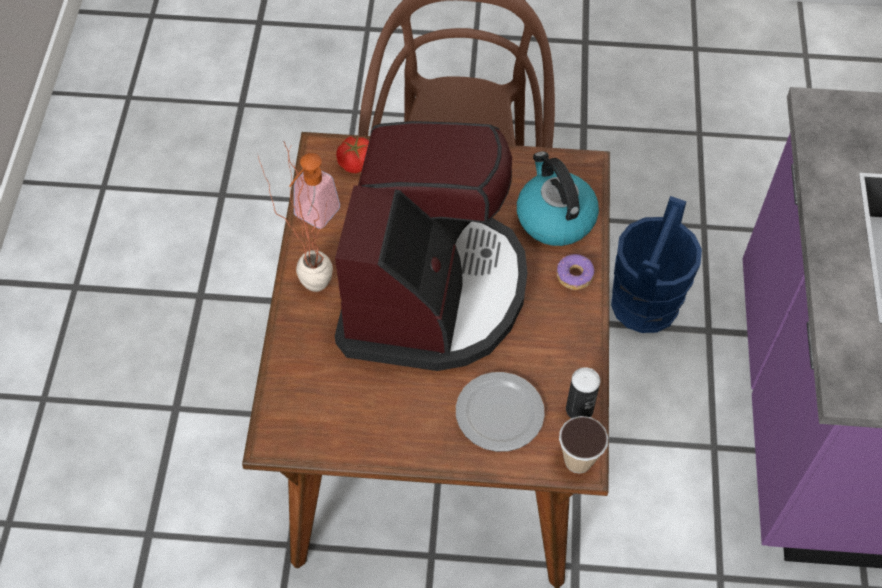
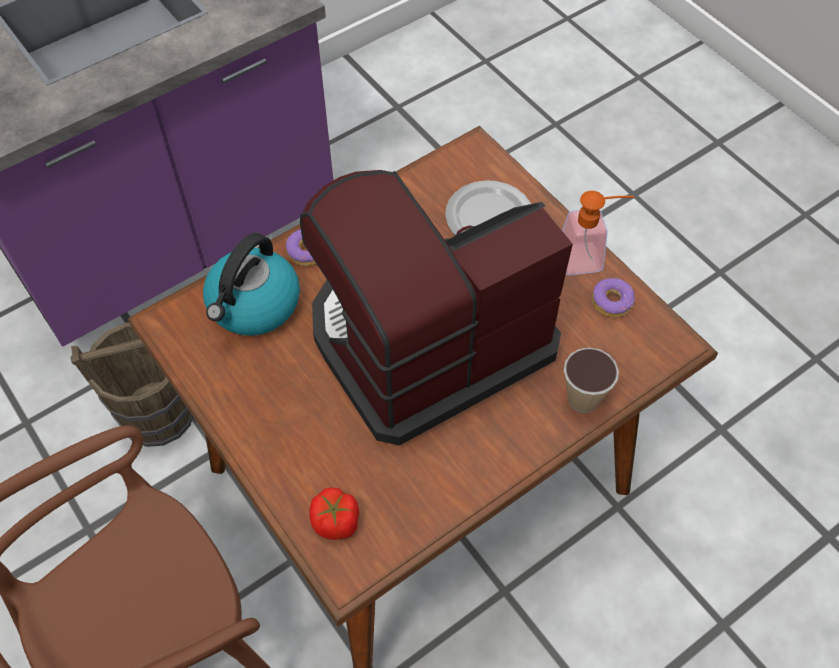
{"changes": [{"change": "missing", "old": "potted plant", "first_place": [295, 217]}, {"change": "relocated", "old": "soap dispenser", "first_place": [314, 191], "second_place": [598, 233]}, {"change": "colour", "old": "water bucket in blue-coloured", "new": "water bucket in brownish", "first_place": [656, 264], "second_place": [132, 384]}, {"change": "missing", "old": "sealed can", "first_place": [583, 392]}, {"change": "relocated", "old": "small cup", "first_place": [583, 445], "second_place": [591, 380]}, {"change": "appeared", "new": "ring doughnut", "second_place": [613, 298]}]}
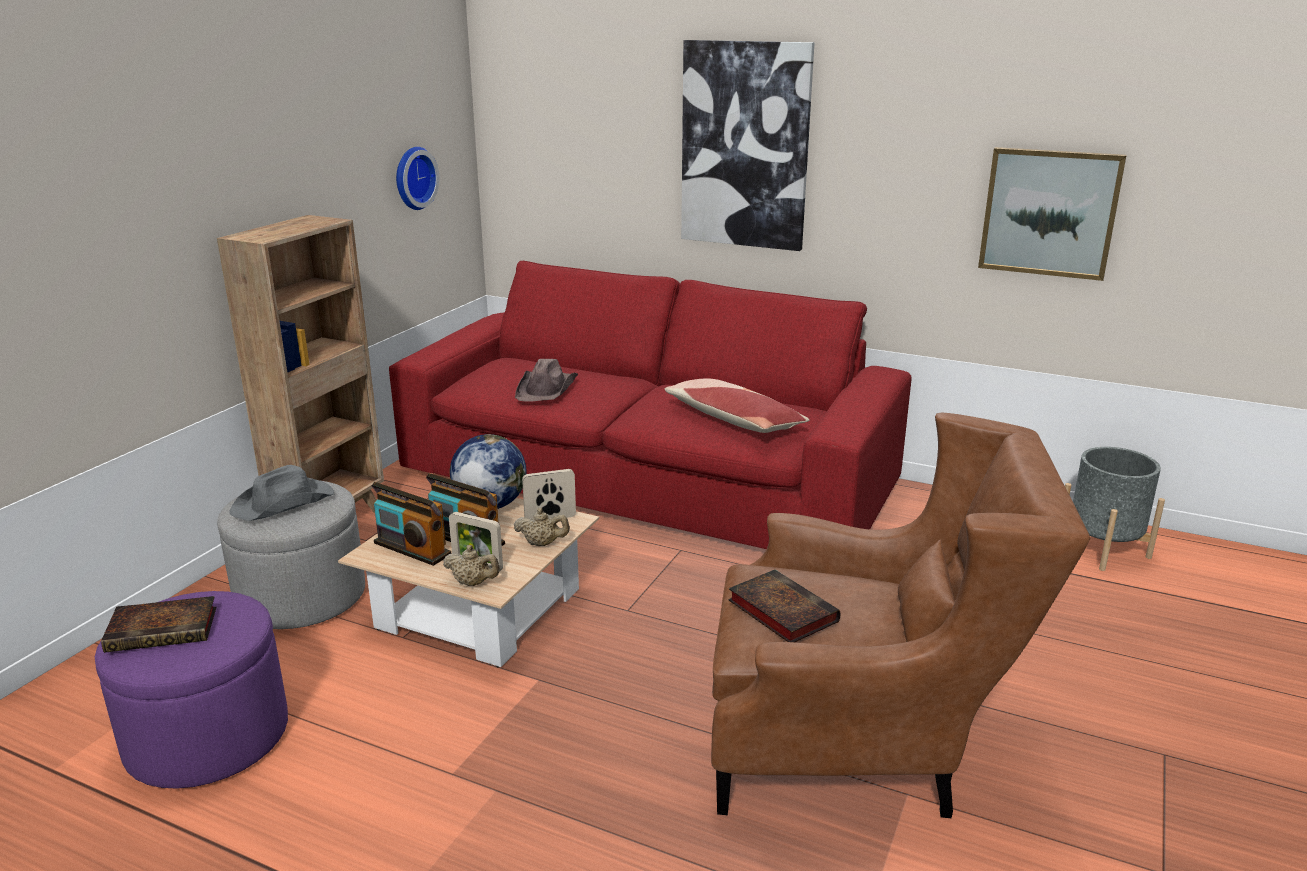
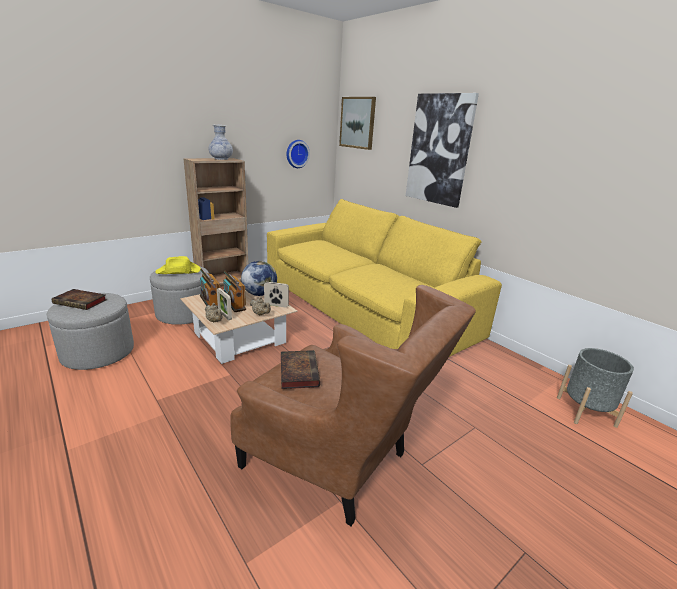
{"changes": [{"change": "relocated", "old": "wall picture", "first_place": [1052, 214], "second_place": [357, 123]}, {"change": "colour", "old": "sofa in red-coloured", "new": "sofa in yellowish", "first_place": [650, 405], "second_place": [384, 278]}, {"change": "missing", "old": "hat in brownish", "first_place": [546, 380]}, {"change": "missing", "old": "pillow", "first_place": [737, 405]}, {"change": "colour", "old": "hat in greyish", "new": "hat in yellowish", "first_place": [282, 493], "second_place": [178, 265]}, {"change": "colour", "old": "pouffe in purplish", "new": "pouffe in greyish", "first_place": [191, 690], "second_place": [90, 331]}, {"change": "appeared", "new": "vase", "second_place": [221, 142]}]}
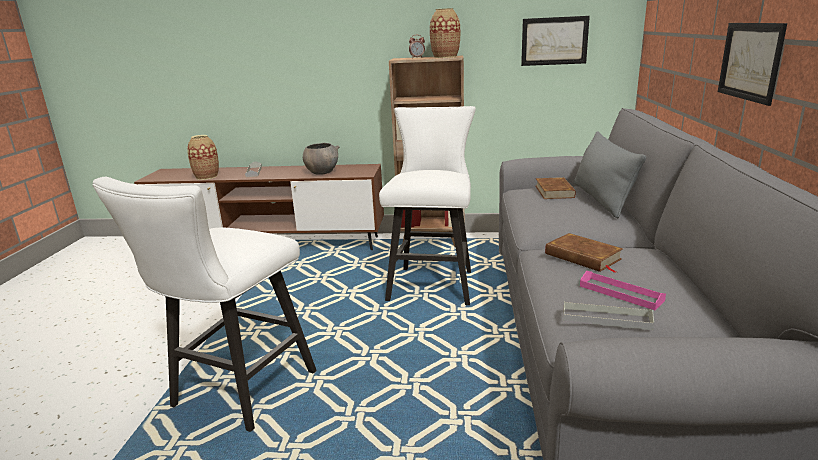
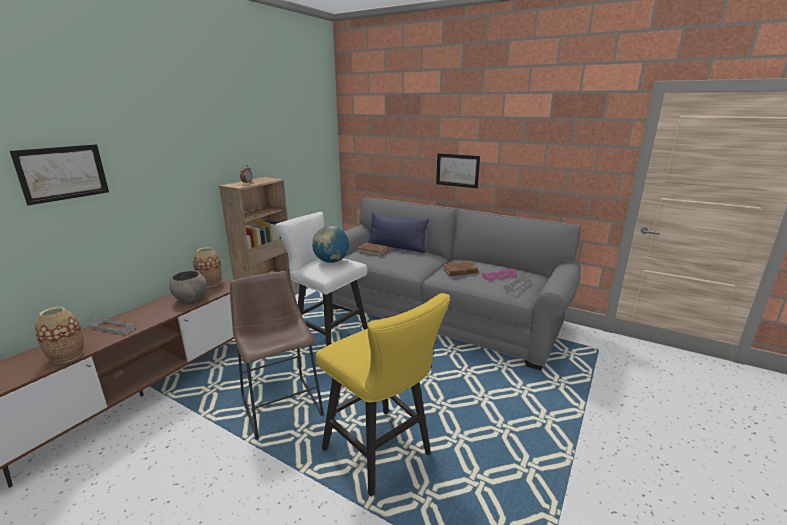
{"changes": [{"change": "relocated", "old": "vase", "first_place": [445, 33], "second_place": [207, 267]}, {"change": "relocated", "old": "wall picture", "first_place": [555, 41], "second_place": [59, 175]}, {"change": "colour", "old": "pillow in greyish", "new": "pillow in blue-coloured", "first_place": [610, 174], "second_place": [398, 233]}, {"change": "colour", "old": "stool in white", "new": "stool in yellowish", "first_place": [205, 304], "second_place": [382, 395]}, {"change": "appeared", "new": "desk globe", "second_place": [330, 244]}, {"change": "appeared", "new": "stool in brownish", "second_place": [277, 355]}]}
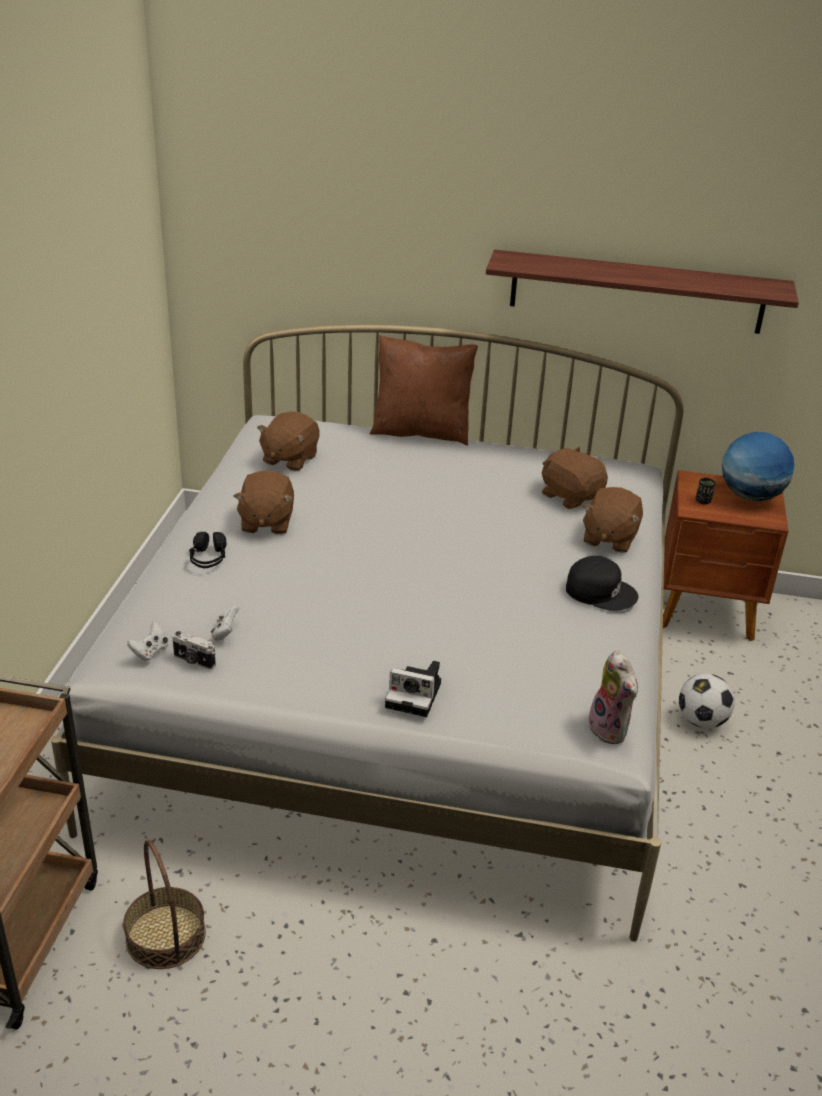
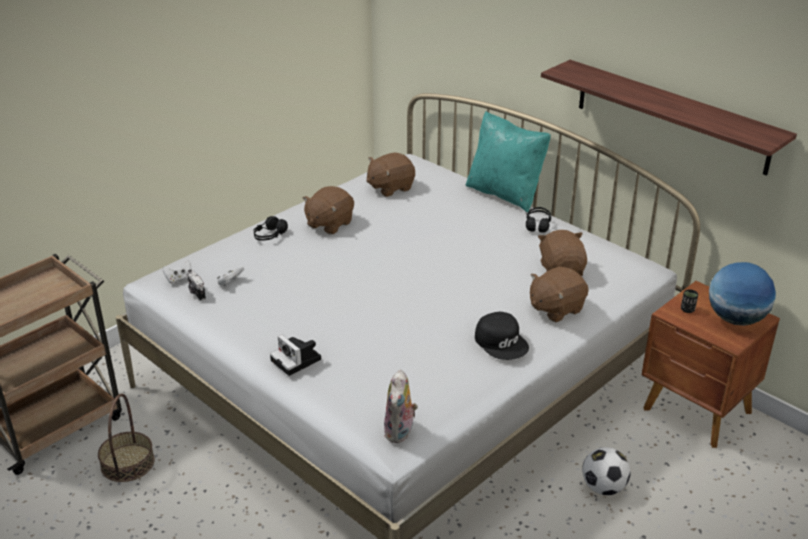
{"changes": [{"change": "colour", "old": "pillow in brownish", "new": "pillow in blue-green", "first_place": [424, 390], "second_place": [508, 162]}, {"change": "appeared", "new": "pair of headphones in black-coloured", "second_place": [538, 220]}]}
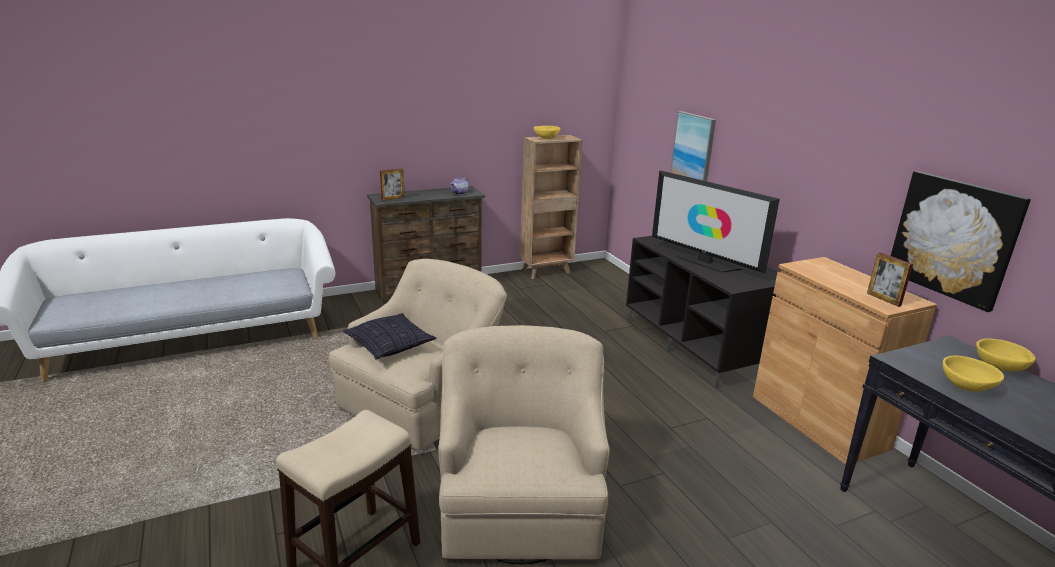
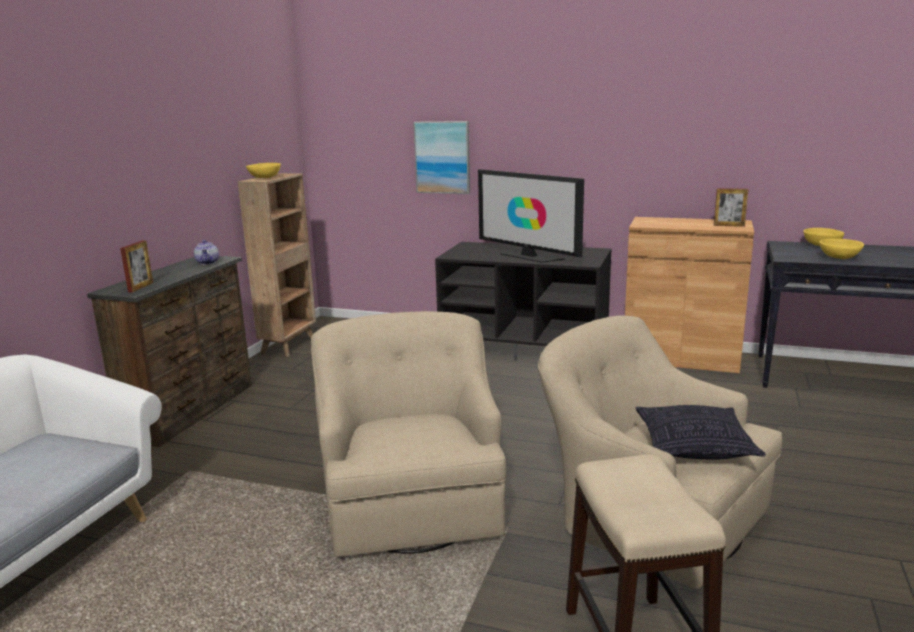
{"changes": [{"change": "spun", "old": "TV", "first_place": [716, 221], "second_place": [531, 216], "degrees": 45}, {"change": "missing", "old": "wall picture", "first_place": [961, 241]}, {"change": "relocated", "old": "pillow", "first_place": [389, 336], "second_place": [701, 432]}]}
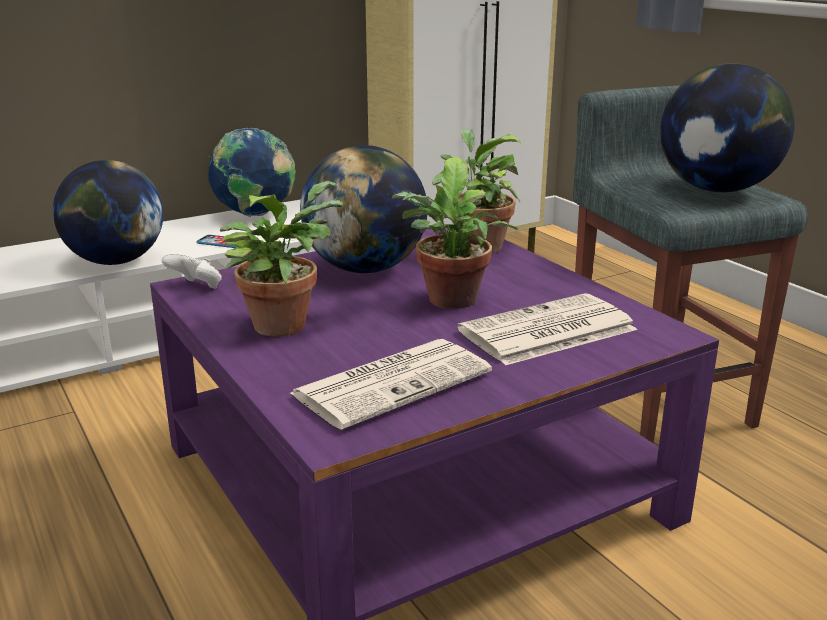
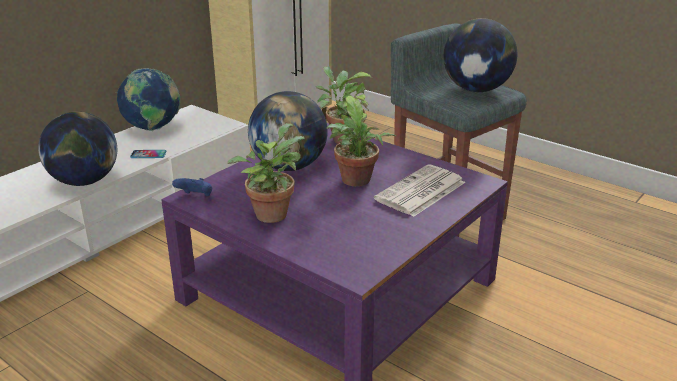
{"changes": [{"change": "colour", "old": "gamepad in white", "new": "gamepad in blue-coloured", "first_place": [192, 271], "second_place": [192, 187]}, {"change": "missing", "old": "daily paper", "first_place": [391, 384]}]}
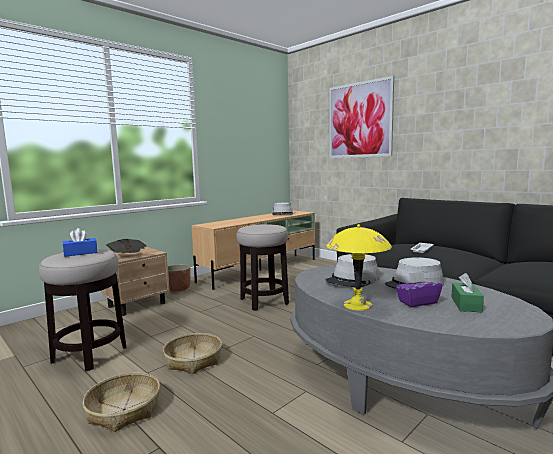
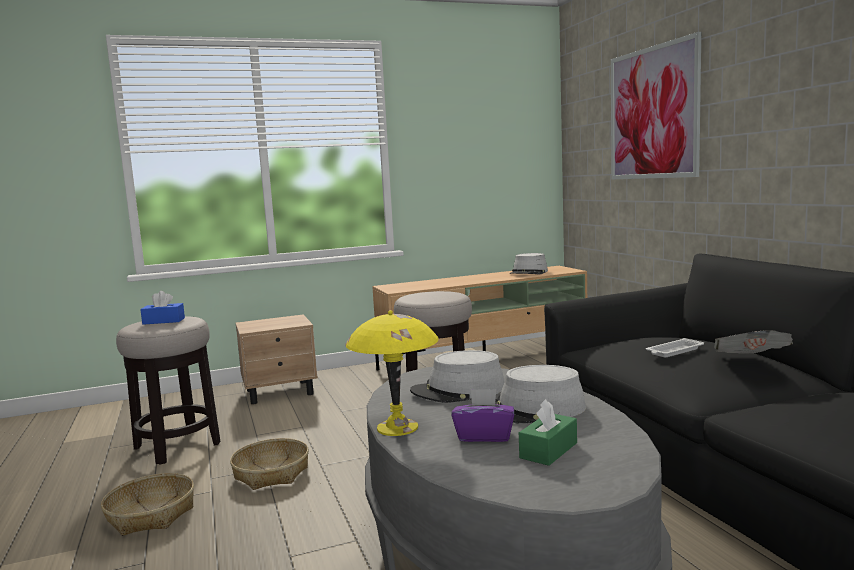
{"changes": [{"change": "relocated", "old": "daily paper", "first_place": [126, 246], "second_place": [753, 342]}, {"change": "missing", "old": "flower pot", "first_place": [179, 278]}]}
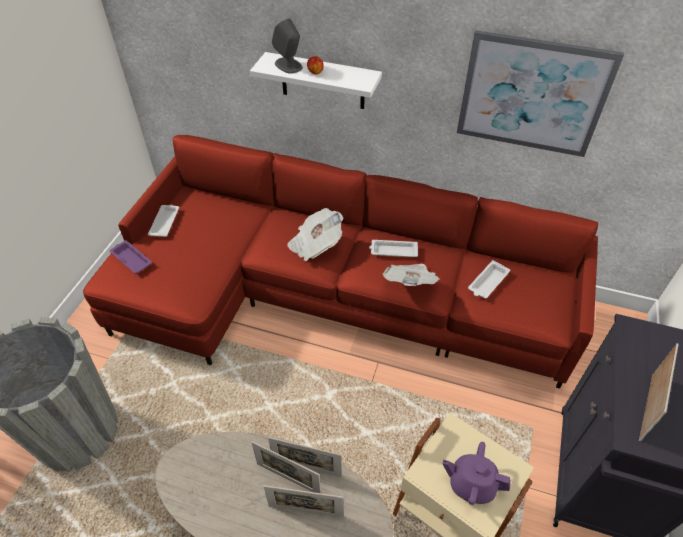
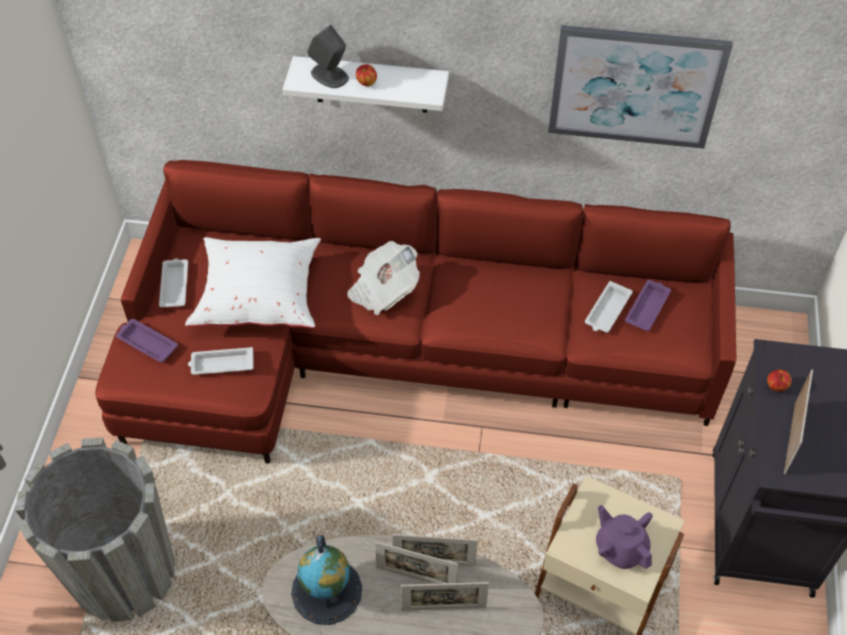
{"changes": [{"change": "relocated", "old": "carrying tray in white", "first_place": [393, 248], "second_place": [221, 361]}, {"change": "missing", "old": "daily paper", "first_place": [411, 275]}, {"change": "spun", "old": "teapot in purplish", "first_place": [477, 473], "second_place": [624, 537], "degrees": 45}, {"change": "appeared", "new": "pillow in white", "second_place": [253, 282]}, {"change": "appeared", "new": "carrying tray in purplish", "second_place": [648, 305]}, {"change": "appeared", "new": "apple", "second_place": [779, 380]}, {"change": "appeared", "new": "desk globe", "second_place": [326, 580]}]}
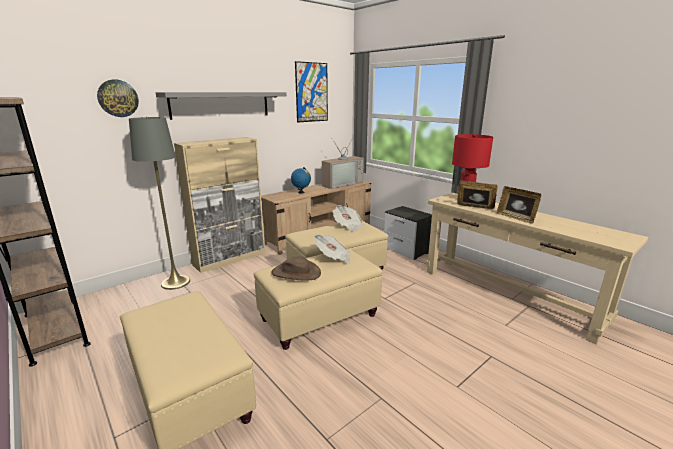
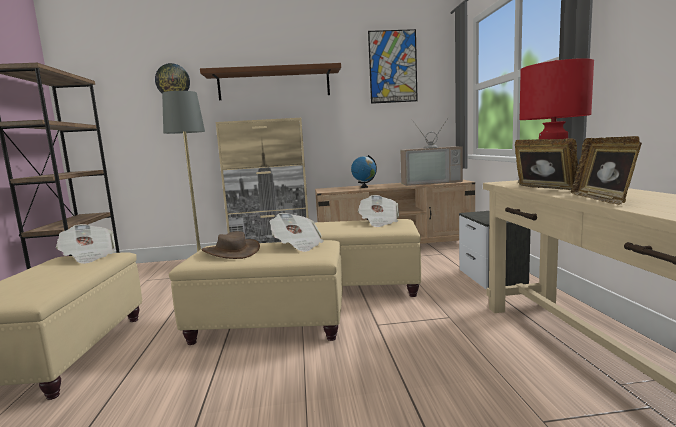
{"changes": [{"change": "colour", "old": "shelf in greyish", "new": "shelf in brownish", "first_place": [221, 106], "second_place": [270, 81]}, {"change": "appeared", "new": "daily paper", "second_place": [85, 244]}]}
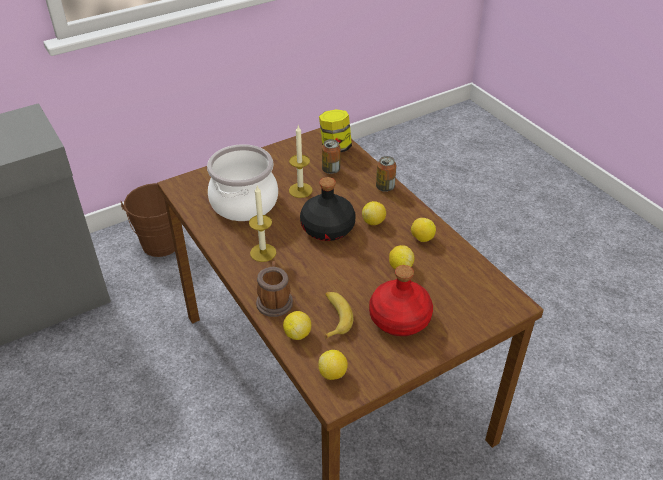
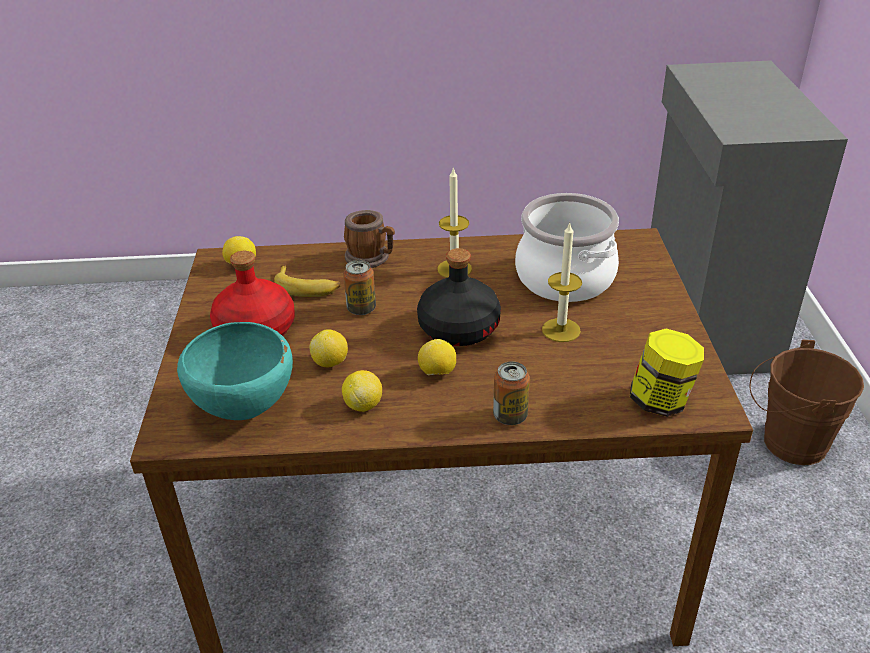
{"changes": [{"change": "relocated", "old": "sealed can", "first_place": [331, 156], "second_place": [359, 287]}, {"change": "missing", "old": "citrus fruit", "first_place": [297, 325]}, {"change": "appeared", "new": "deep dish in blue-green", "second_place": [235, 371]}]}
